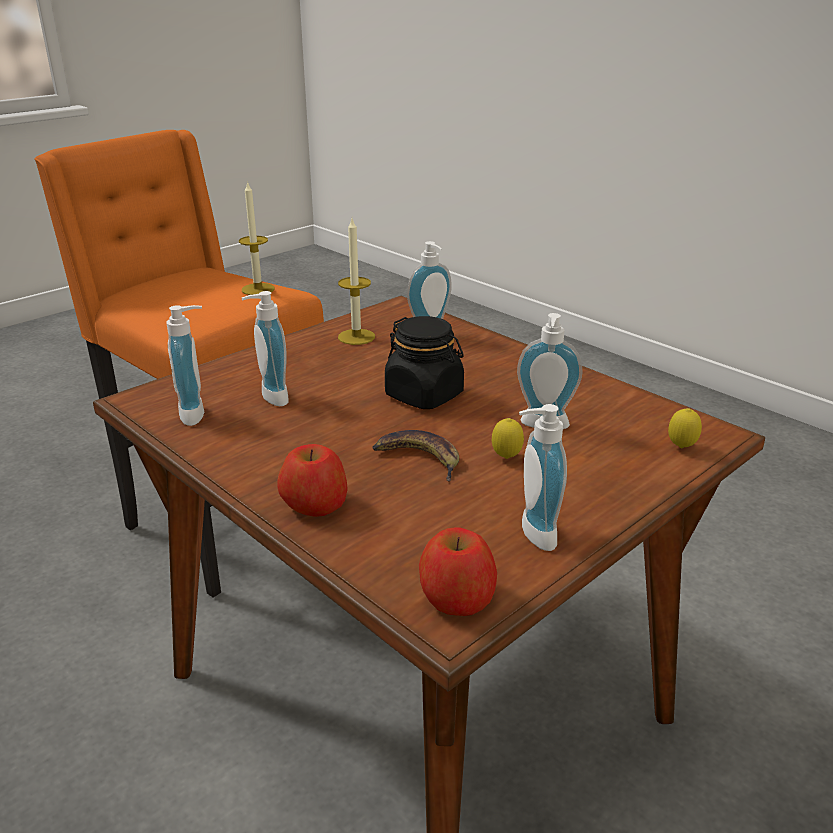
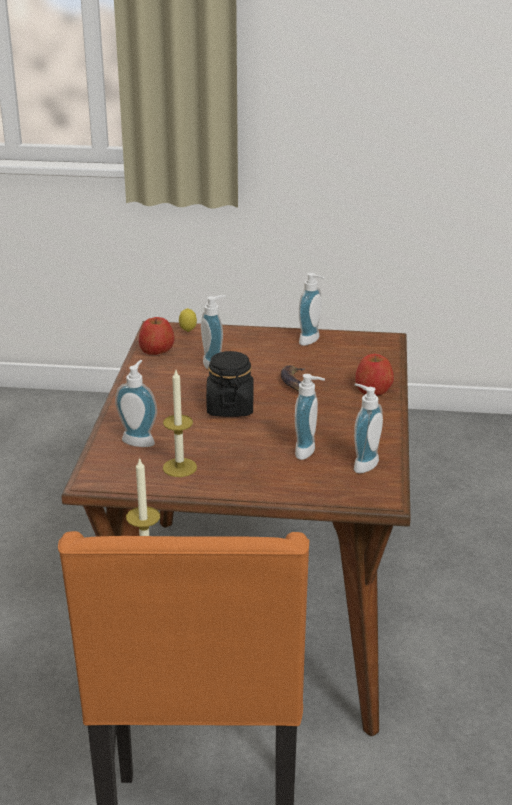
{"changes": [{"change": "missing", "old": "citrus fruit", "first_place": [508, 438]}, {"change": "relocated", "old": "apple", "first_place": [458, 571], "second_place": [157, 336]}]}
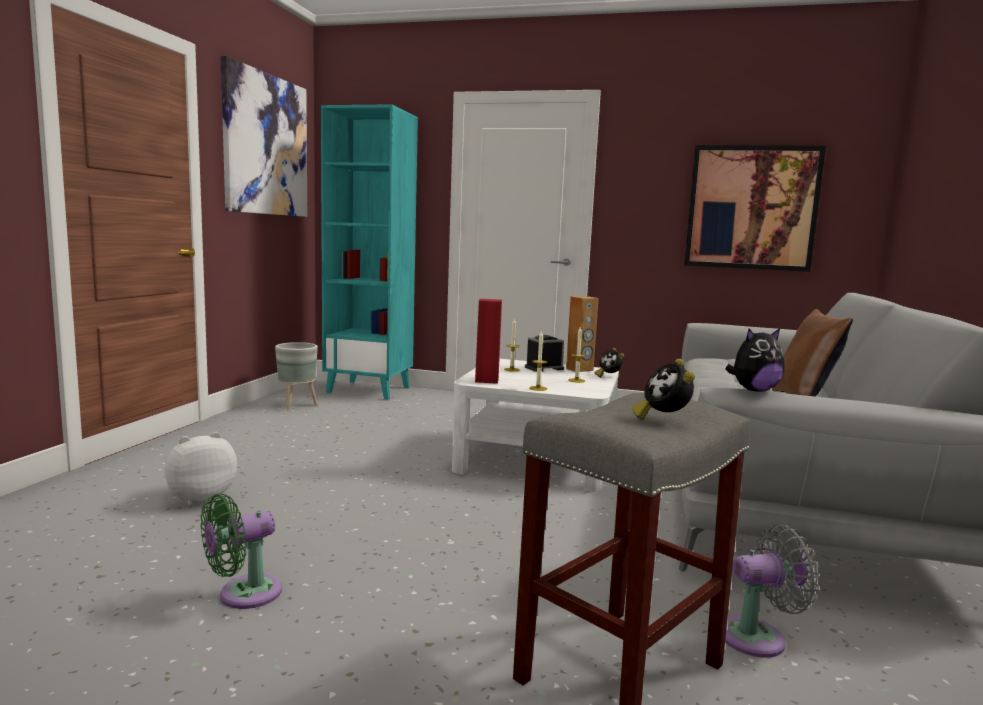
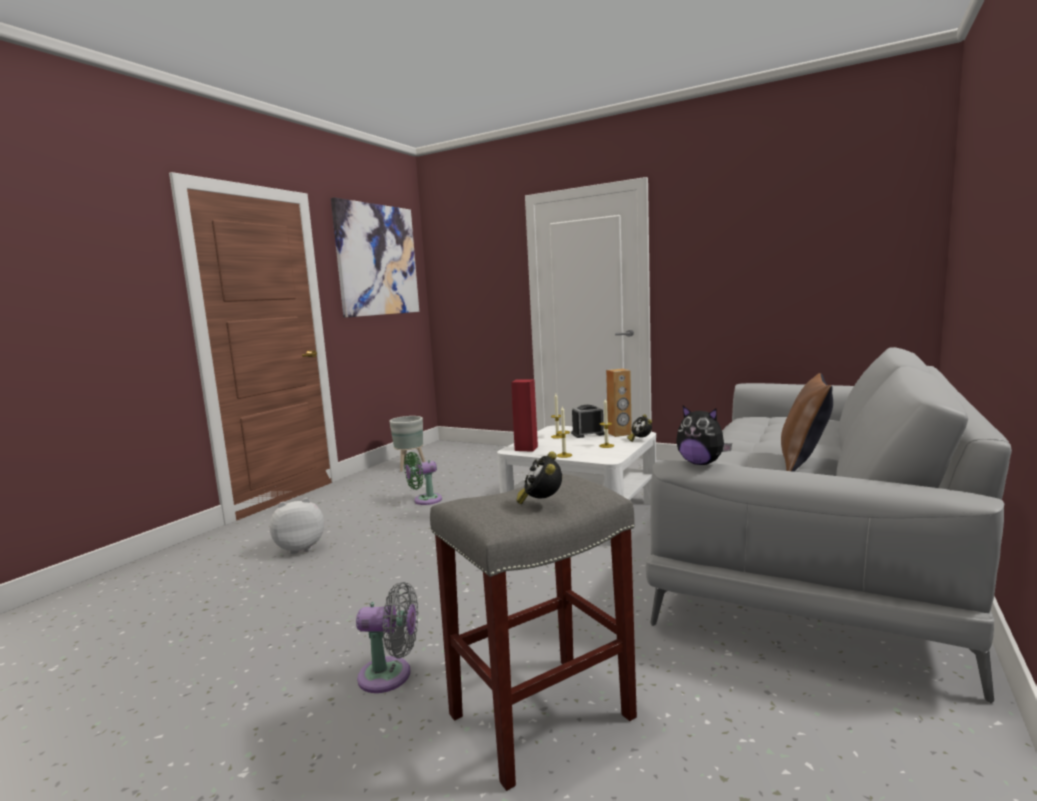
{"changes": [{"change": "missing", "old": "shelving unit in blue-green", "first_place": [369, 251]}, {"change": "missing", "old": "wall picture", "first_place": [755, 208]}, {"change": "spun", "old": "soft toy", "first_place": [755, 360], "second_place": [704, 435], "degrees": 45}, {"change": "relocated", "old": "cooling fan in green", "first_place": [241, 551], "second_place": [423, 478]}, {"change": "relocated", "old": "cooling fan in greyish", "first_place": [772, 591], "second_place": [387, 637]}]}
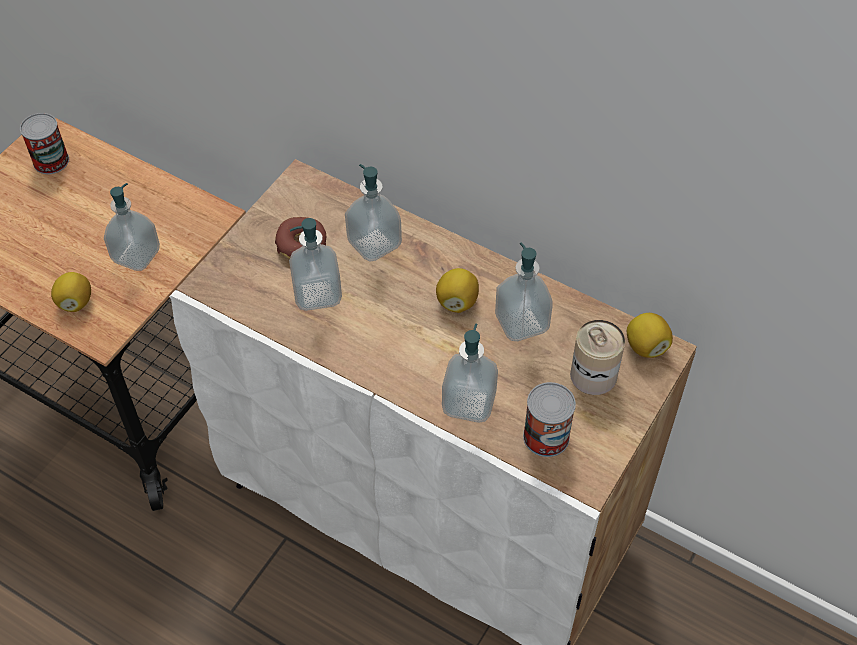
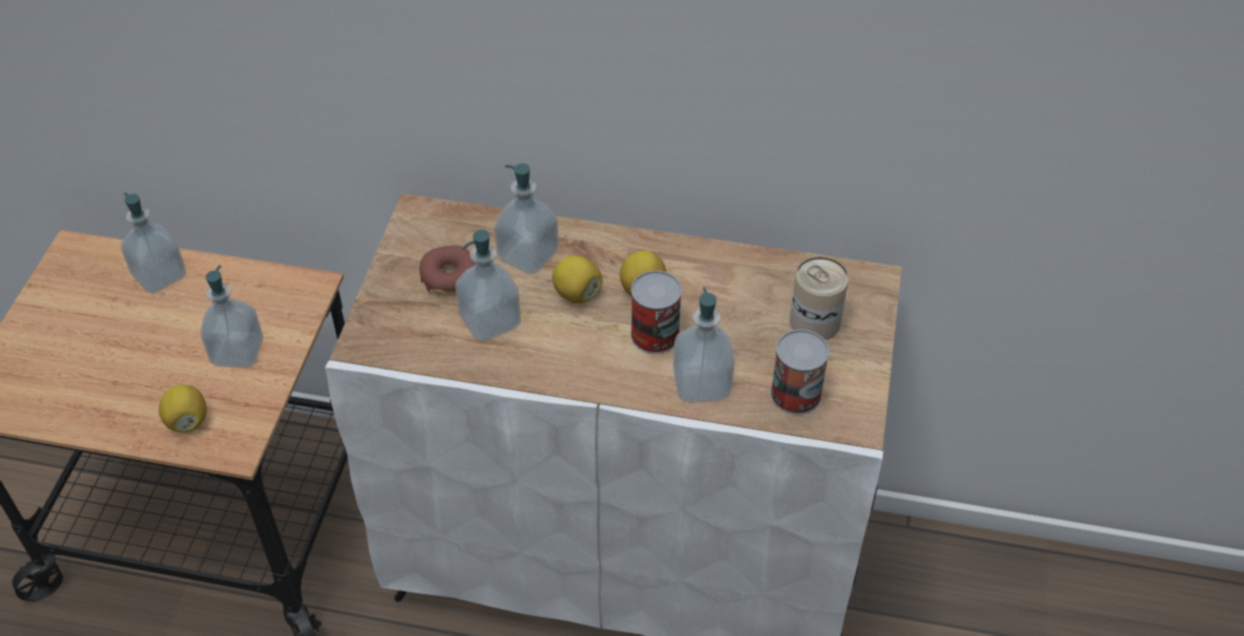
{"changes": [{"change": "relocated", "old": "sealed can", "first_place": [44, 143], "second_place": [656, 312]}, {"change": "relocated", "old": "soap dispenser", "first_place": [524, 291], "second_place": [153, 242]}, {"change": "relocated", "old": "citrus fruit", "first_place": [650, 335], "second_place": [577, 279]}]}
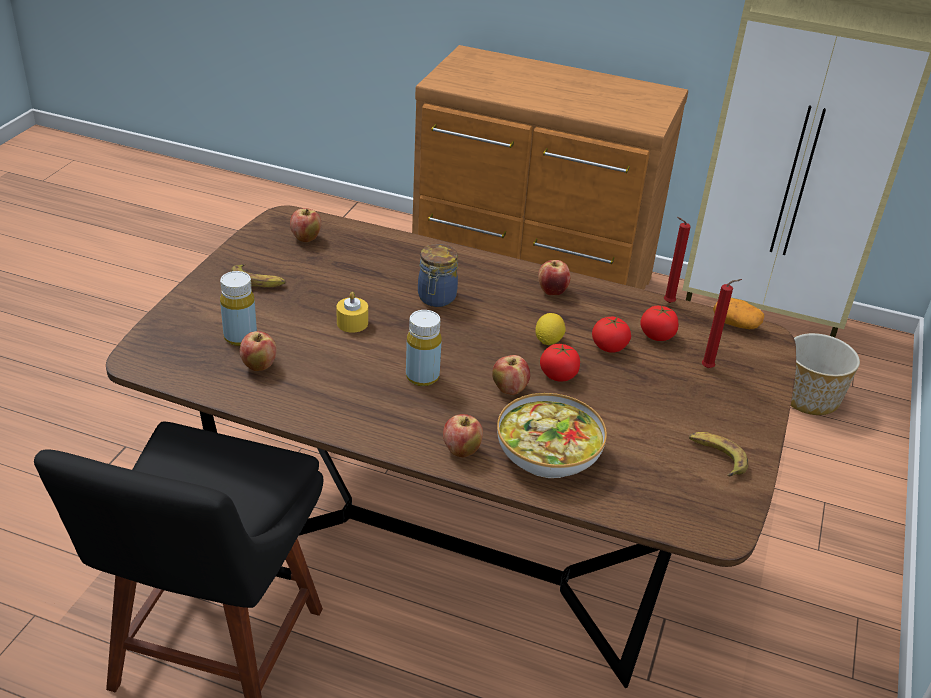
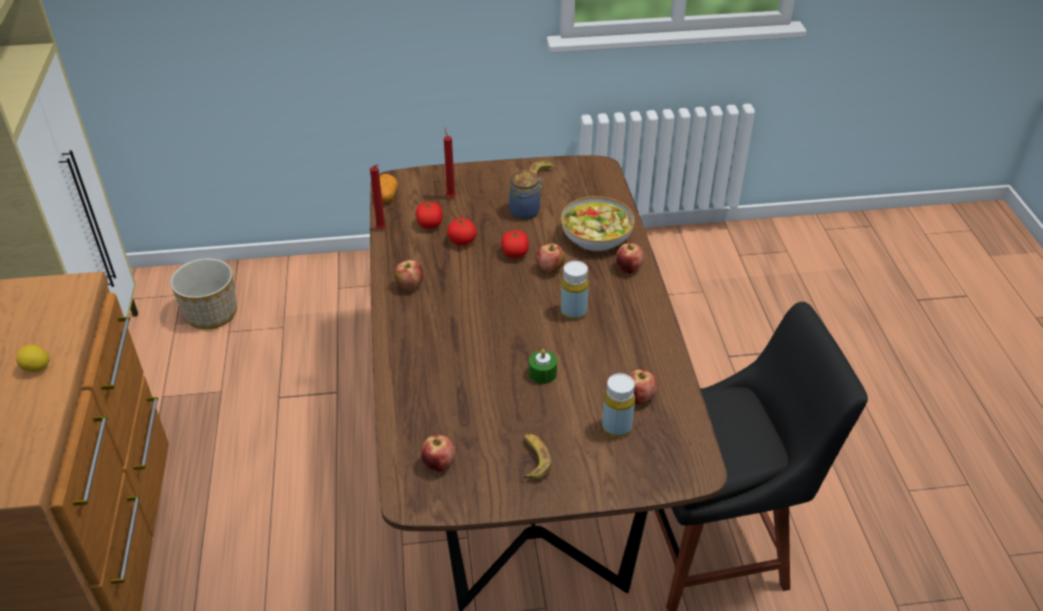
{"changes": [{"change": "relocated", "old": "preserve jar", "first_place": [438, 275], "second_place": [526, 195]}, {"change": "colour", "old": "wax light in yellowish", "new": "wax light in green", "first_place": [352, 312], "second_place": [543, 366]}, {"change": "relocated", "old": "citrus fruit", "first_place": [550, 329], "second_place": [33, 358]}]}
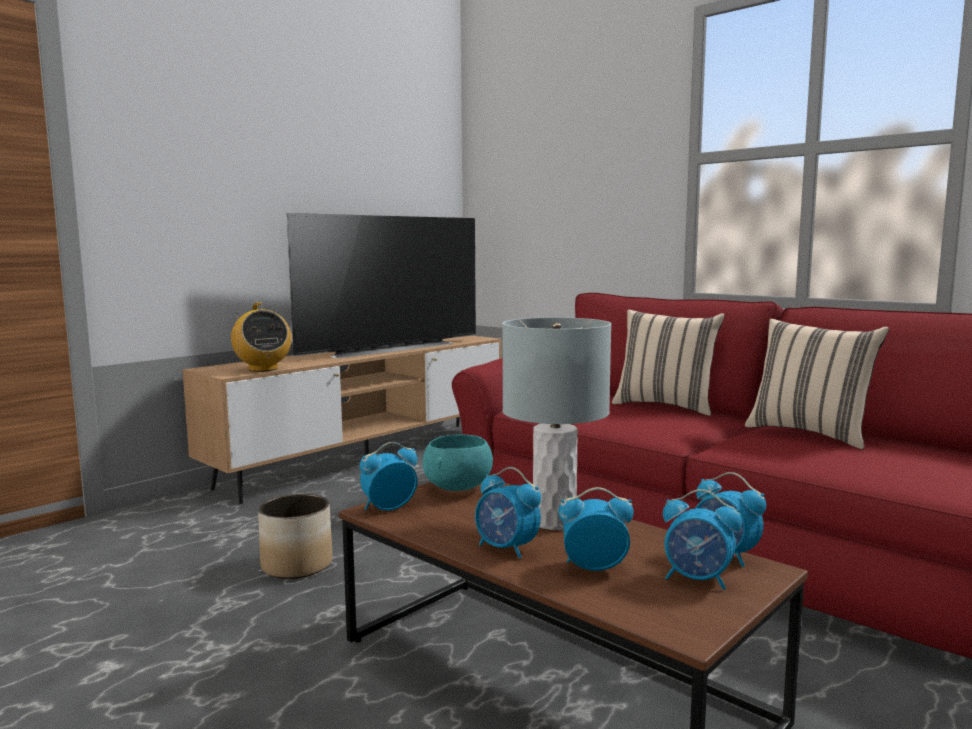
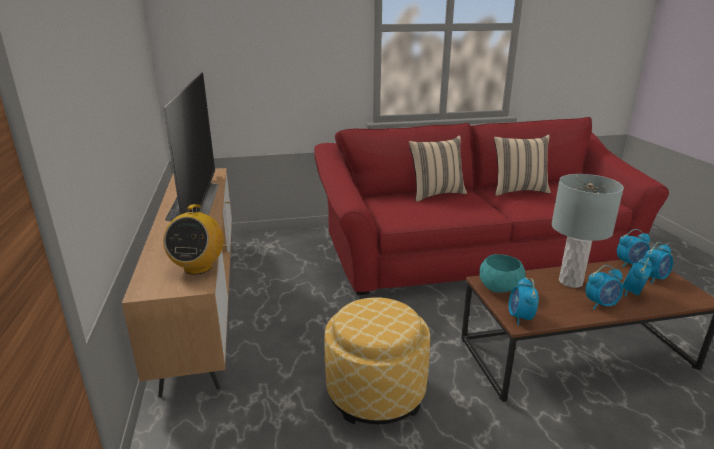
{"changes": [{"change": "spun", "old": "radio receiver", "first_place": [261, 337], "second_place": [193, 239], "degrees": 90}, {"change": "exchanged", "old": "flower pot", "new": "pouffe", "first_place": [295, 536], "second_place": [377, 360]}]}
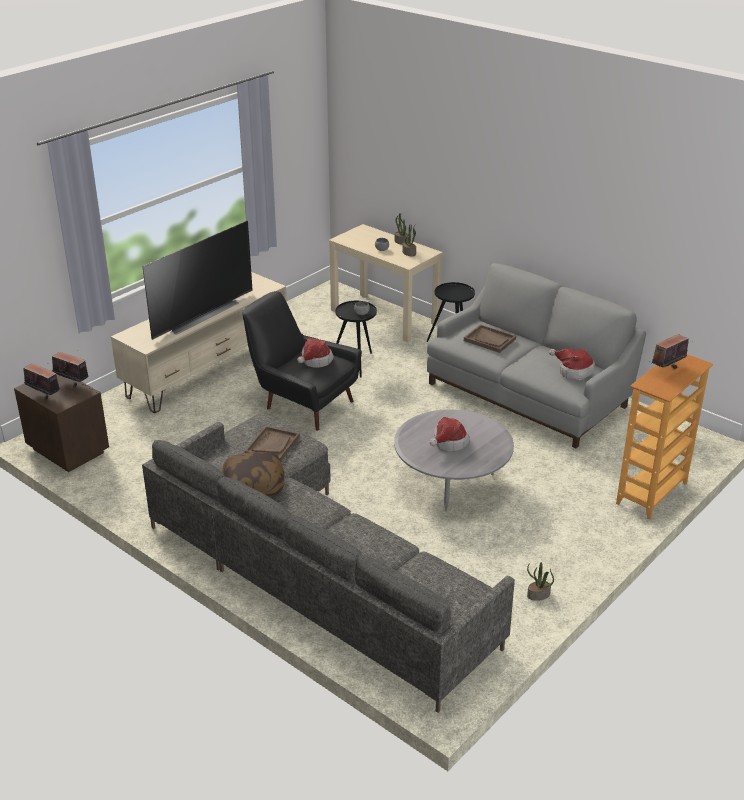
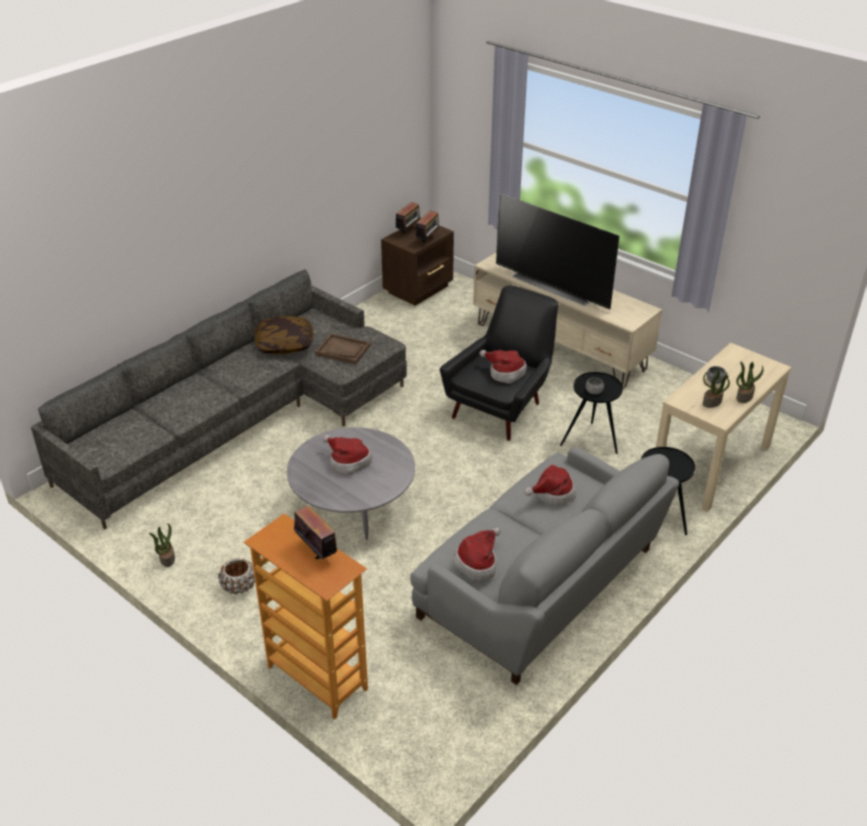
{"changes": [{"change": "exchanged", "old": "carrying tray in brownish", "new": "hat", "first_place": [490, 338], "second_place": [550, 485]}, {"change": "appeared", "new": "flower pot in brownish", "second_place": [236, 576]}]}
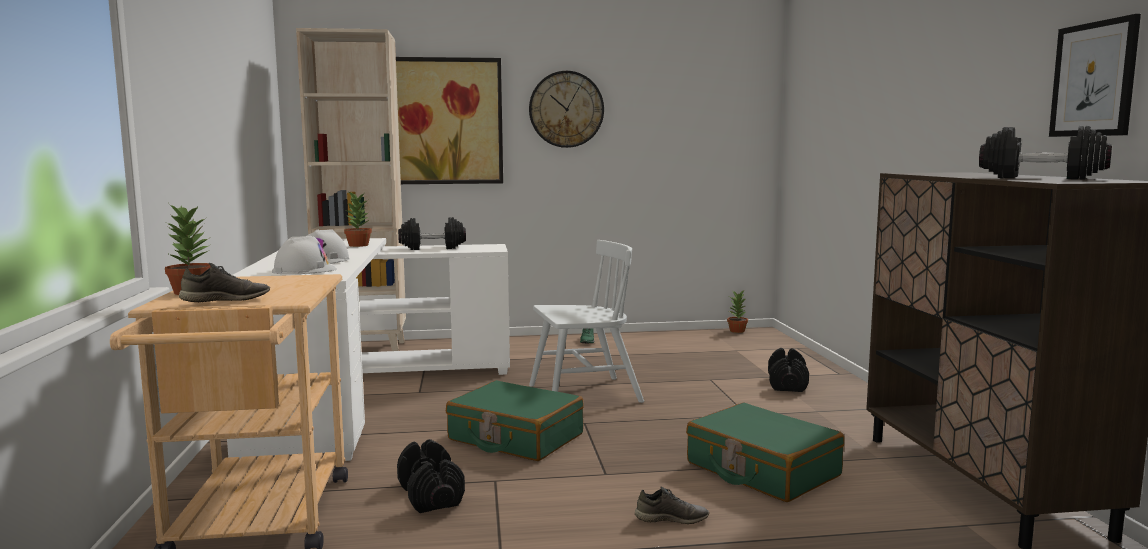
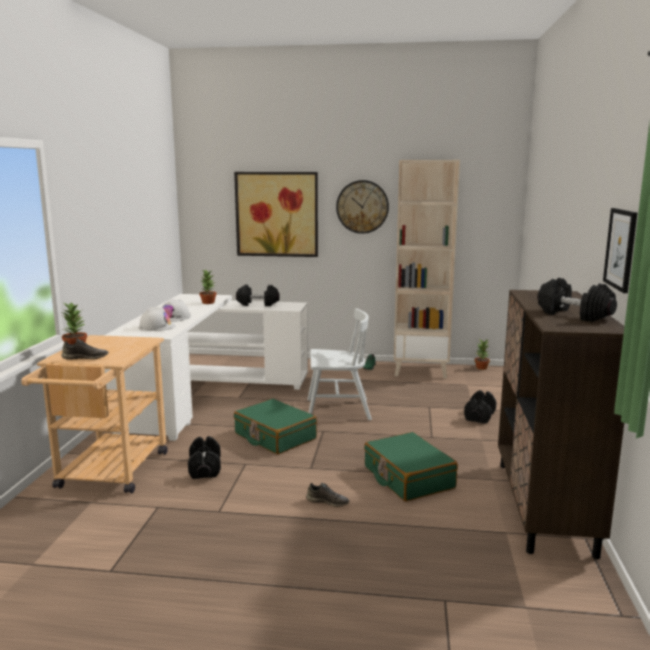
{"changes": [{"change": "relocated", "old": "shelving unit in beige", "first_place": [351, 189], "second_place": [427, 269]}]}
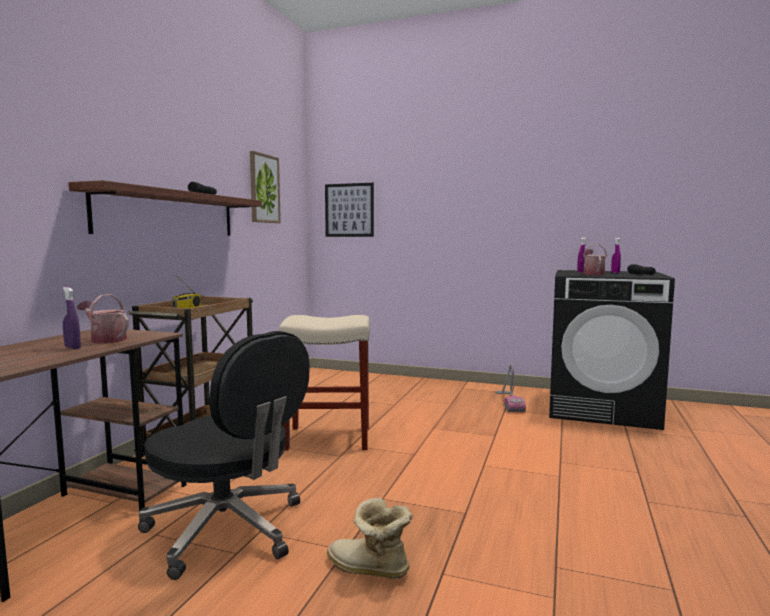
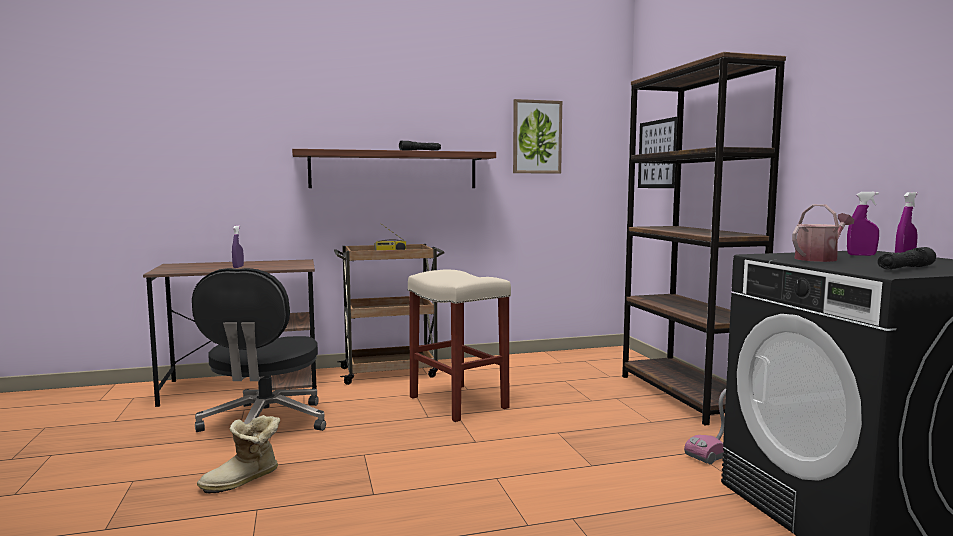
{"changes": [{"change": "missing", "old": "sprinkling can", "first_place": [103, 318]}, {"change": "spun", "old": "high-top boot", "first_place": [370, 538], "second_place": [238, 454], "degrees": -120}, {"change": "appeared", "new": "shelving unit in brownish", "second_place": [704, 238]}]}
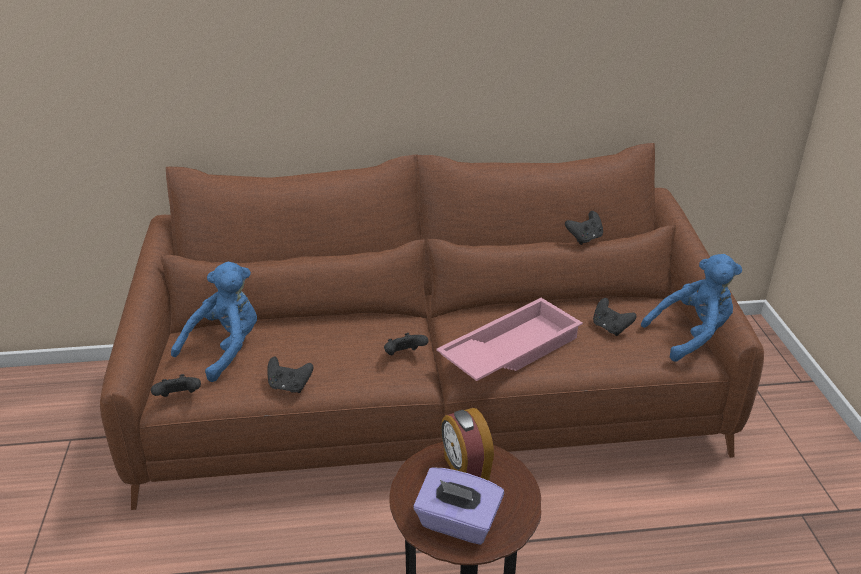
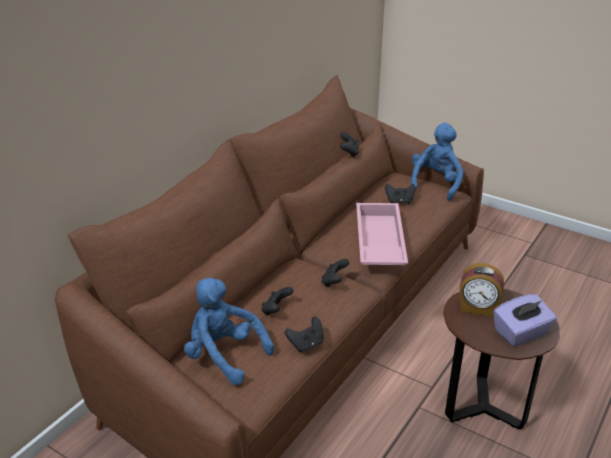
{"changes": [{"change": "spun", "old": "soft toy in blue-coloured", "first_place": [214, 322], "second_place": [229, 331], "degrees": -45}, {"change": "relocated", "old": "gamepad in black-coloured", "first_place": [176, 385], "second_place": [277, 301]}]}
